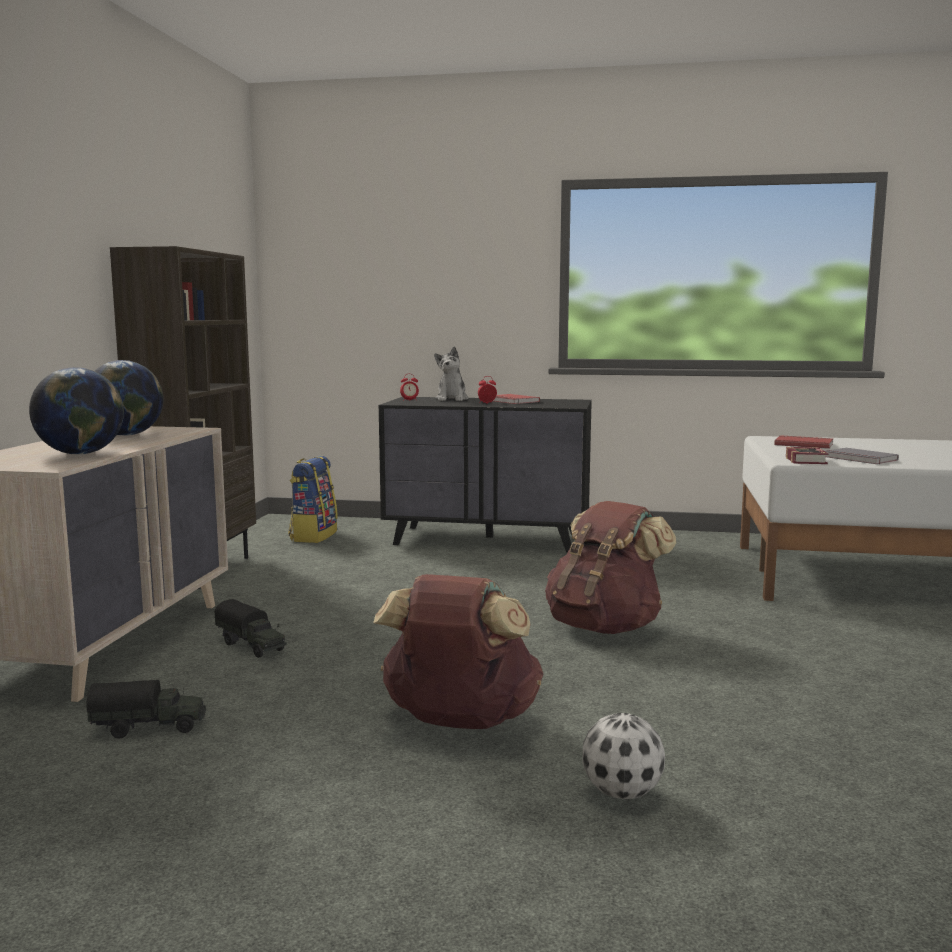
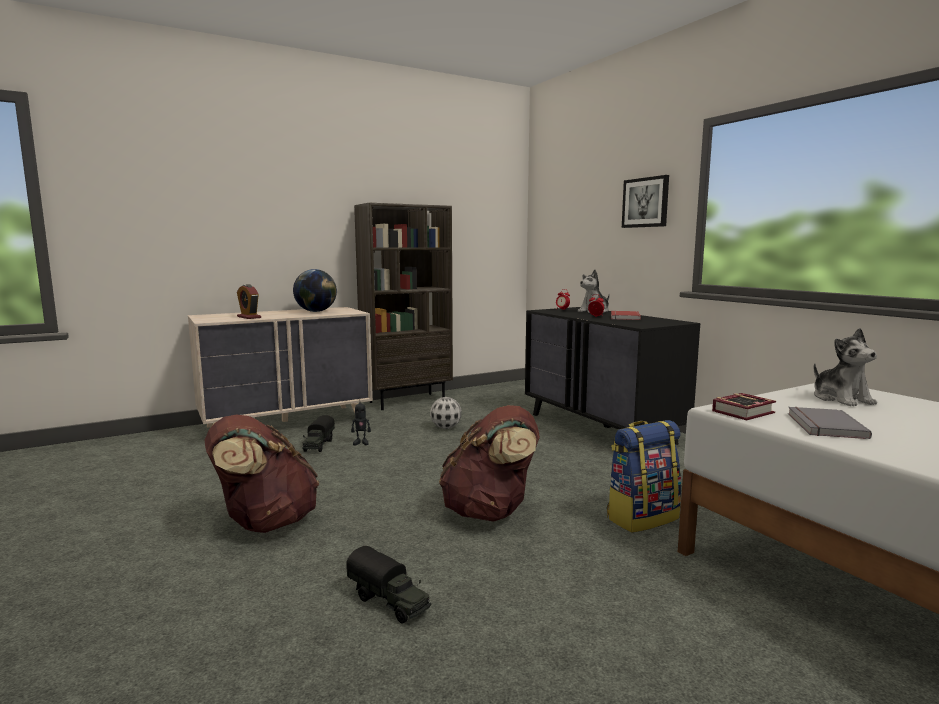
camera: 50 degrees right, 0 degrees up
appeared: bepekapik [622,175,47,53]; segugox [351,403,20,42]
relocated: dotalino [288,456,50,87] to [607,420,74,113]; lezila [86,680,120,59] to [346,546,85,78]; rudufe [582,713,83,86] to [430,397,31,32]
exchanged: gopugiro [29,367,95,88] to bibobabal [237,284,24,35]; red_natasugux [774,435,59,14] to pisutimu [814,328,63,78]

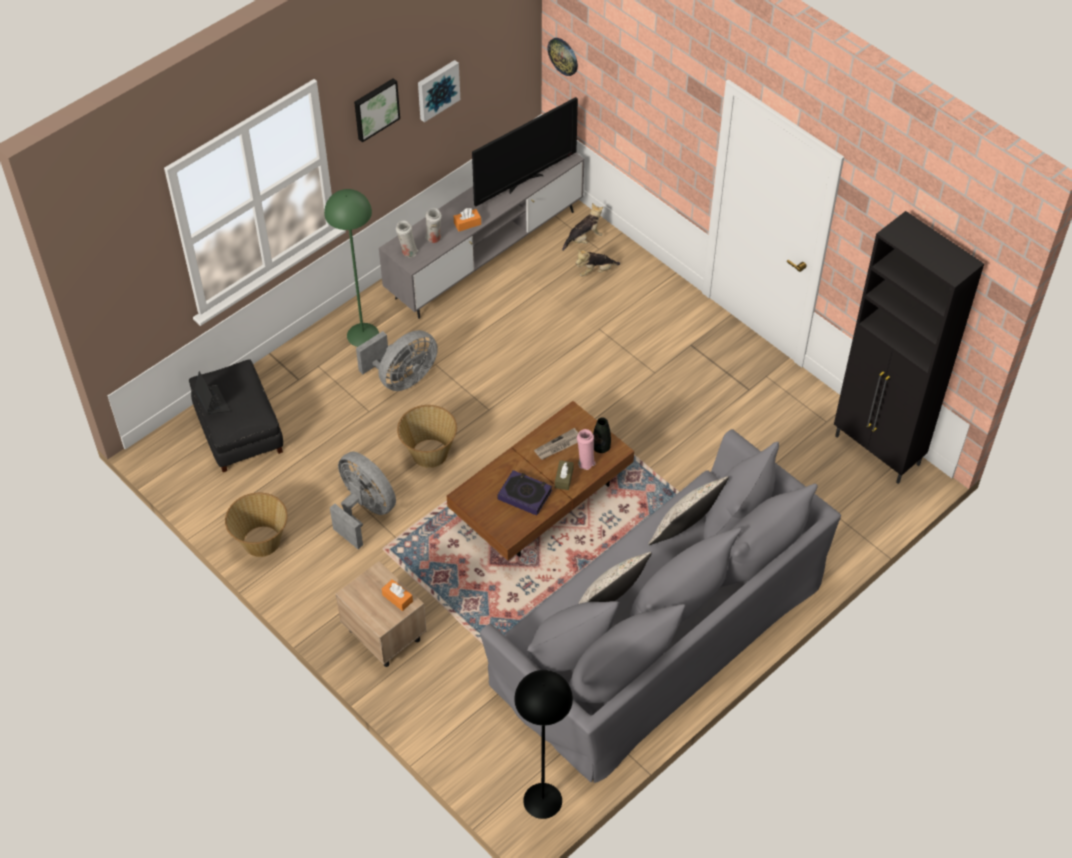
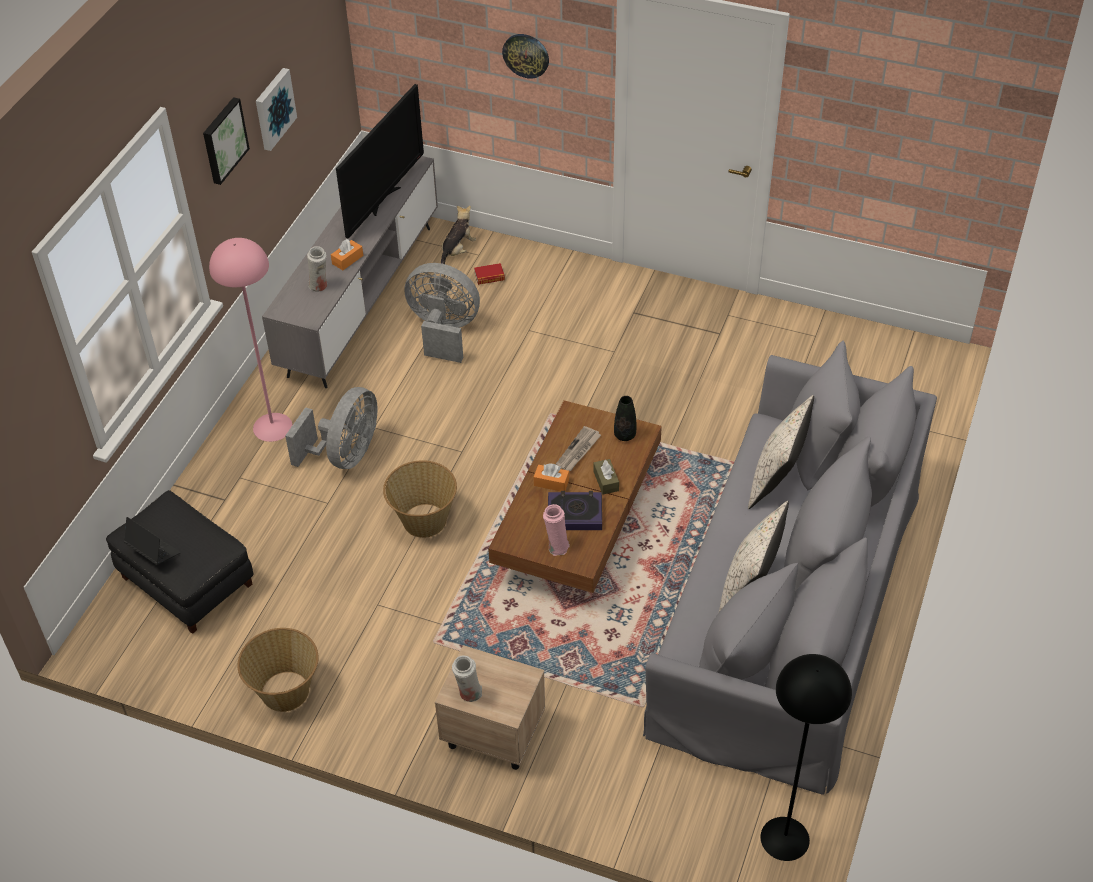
camera: 25 degrees left, 5 degrees down
missing: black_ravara [834,211,150,273]
relocated: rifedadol [547,38,31,38] to [502,34,47,44]; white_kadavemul [396,221,22,36] to [452,655,30,47]; pink_kadavemul [577,429,19,41] to [543,504,27,52]; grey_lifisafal [330,451,66,98] to [405,263,75,100]; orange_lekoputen [382,579,31,32] to [534,463,35,28]
exchanged: pisutimu [576,249,44,28] to natasugux [474,263,31,22]
colour: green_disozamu [324,189,55,158] to pink_disozamu [209,238,83,204]

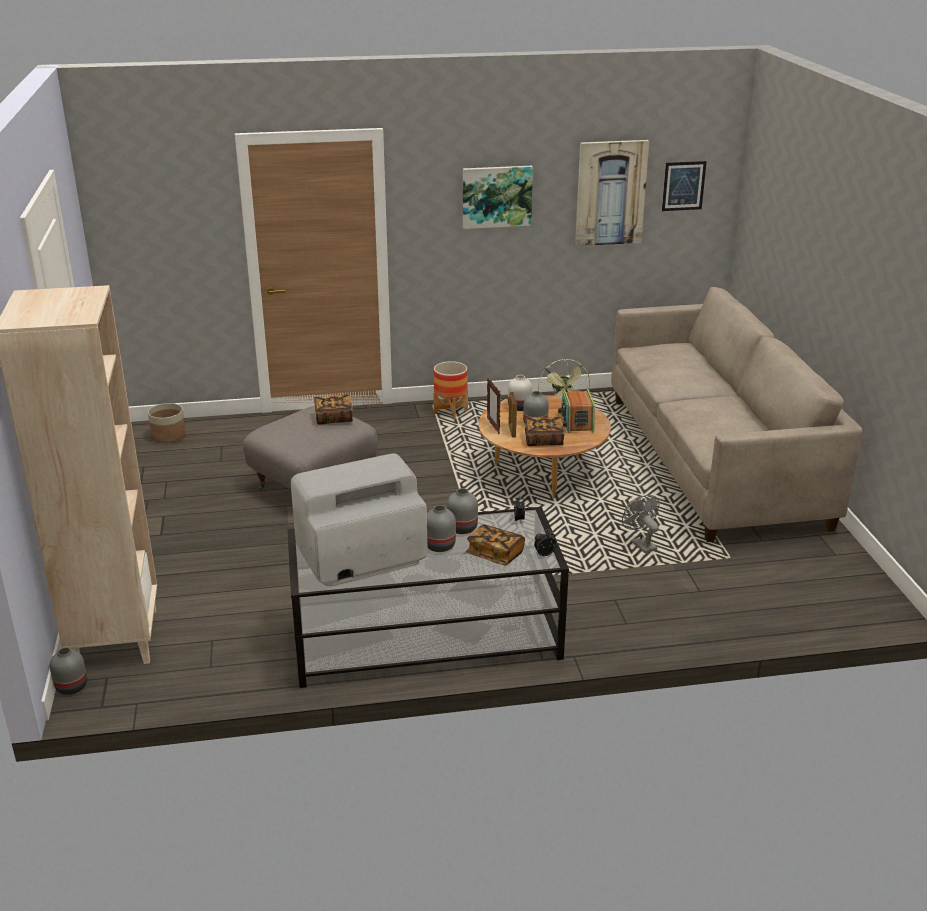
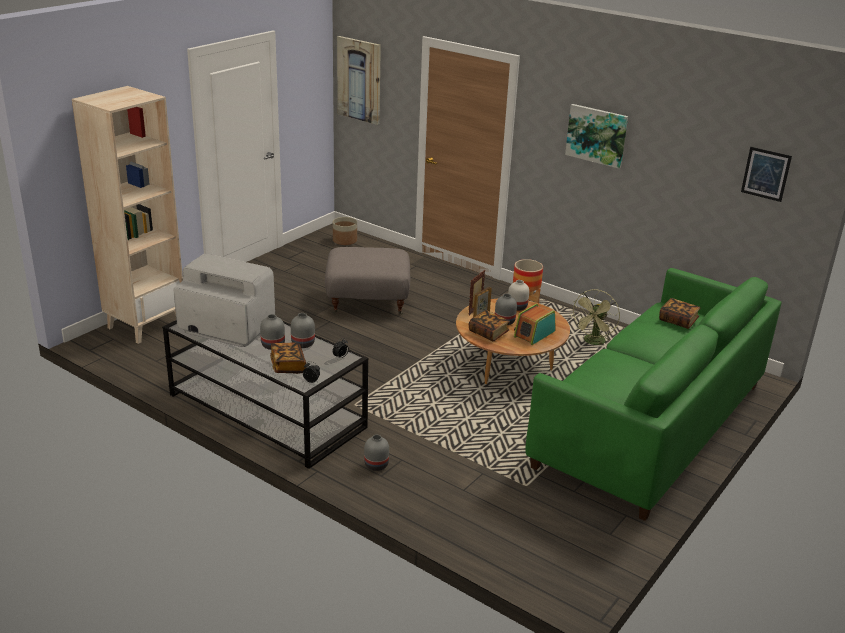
camera: 45 degrees right, 0 degrees up
missing: grey_lifisafal [622,495,37,58]
relocated: bepekapik [575,140,74,106] to [337,36,44,89]; natasugux [314,395,39,30] to [659,298,41,31]; grey_kadavemul [50,647,37,48] to [364,435,25,36]
colour: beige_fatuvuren [611,287,251,255] to green_fatuvuren [525,268,256,253]

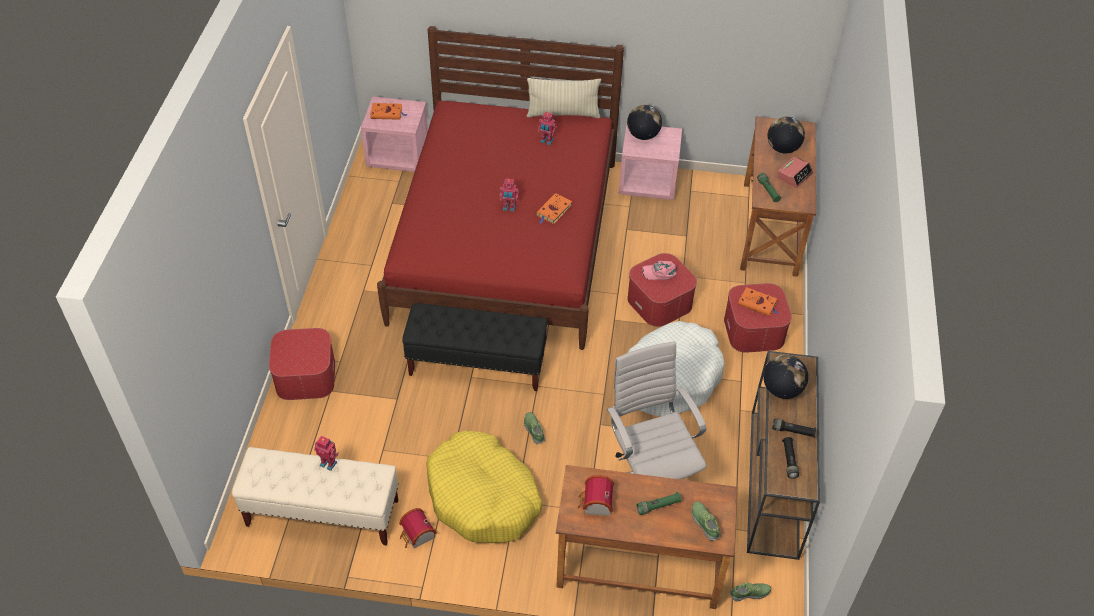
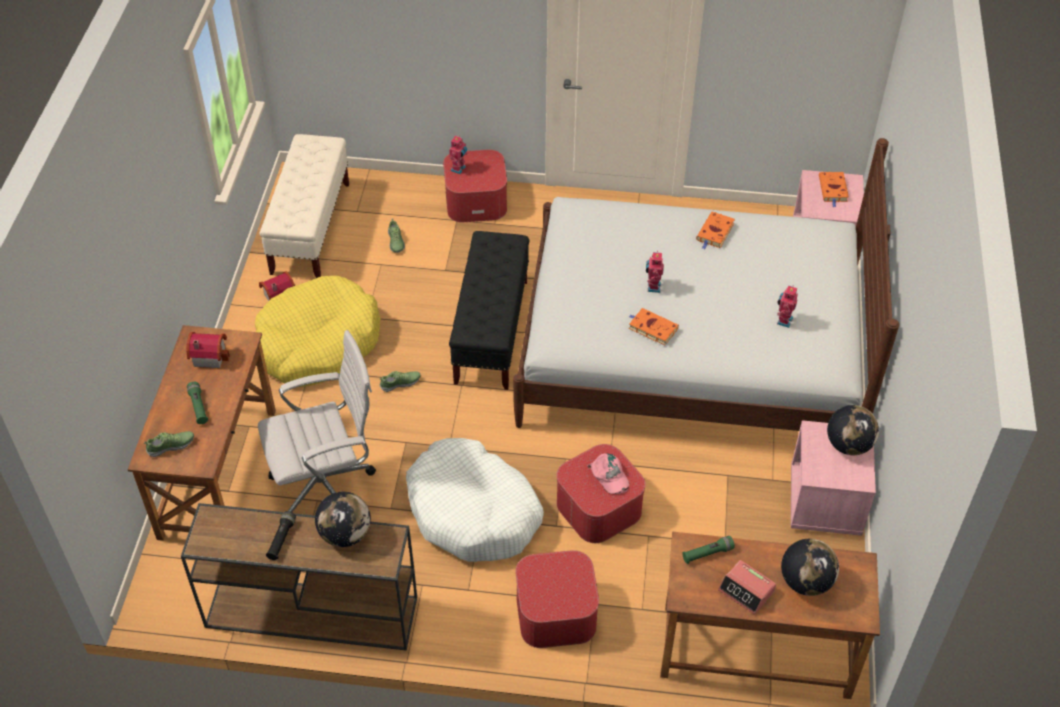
camera: 90 degrees right, 0 degrees up
missing: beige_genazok [527,78,74,40]; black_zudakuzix [782,437,17,42]
relocated: orange_natasugux [738,287,41,29] to [696,212,39,37]; segugox [314,436,25,35] to [449,136,19,38]; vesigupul [730,583,41,18] to [388,218,17,35]
colour: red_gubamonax [377,26,247,324] to white_gubamonax [513,138,386,293]
spun: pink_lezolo [642,261,35,19] = [587,453,42,41] 150 degrees clockwise

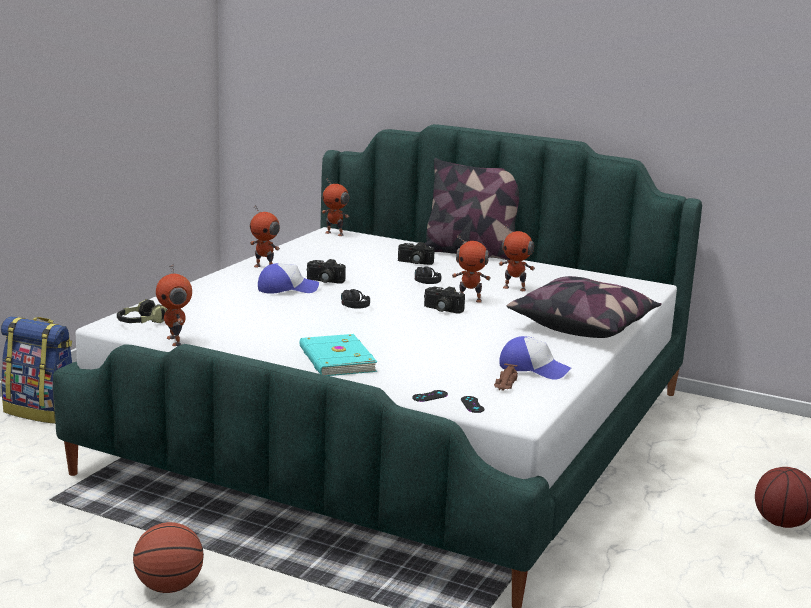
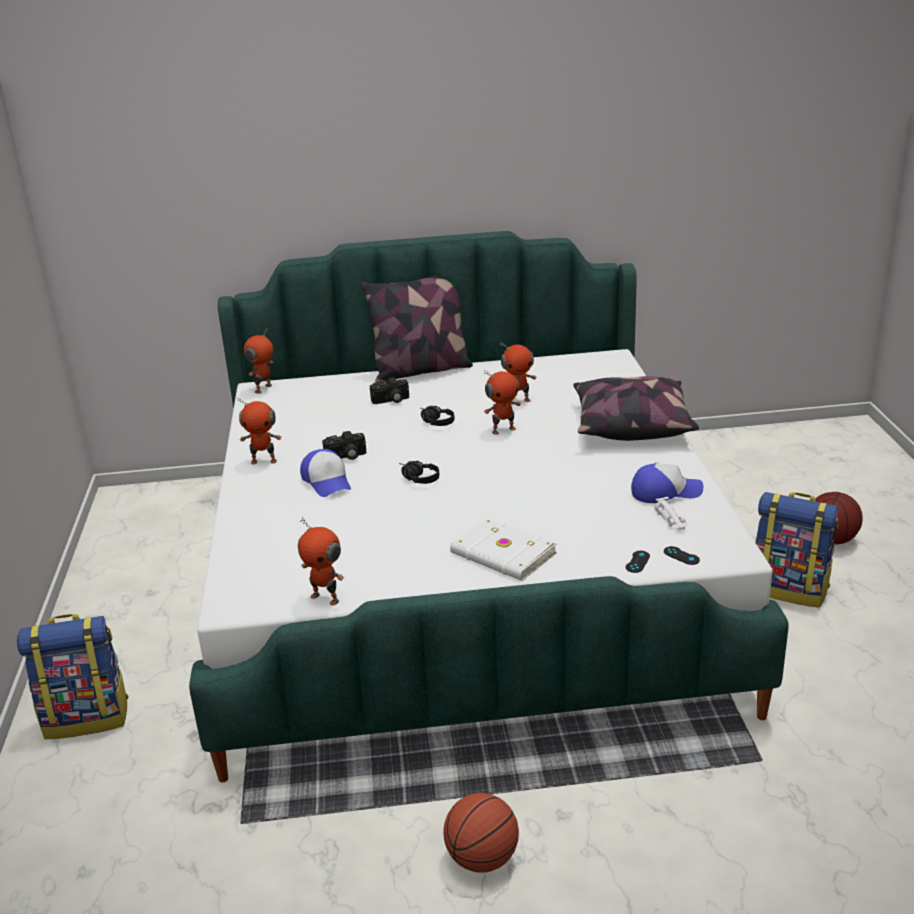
camera: 30 degrees left, 10 degrees up
missing: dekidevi [424,287,41,27]; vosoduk [117,299,50,24]
appeared: dotalino [755,492,83,116]
colour: turquoise_natasugux [299,334,78,42] to white_natasugux [450,518,107,63]; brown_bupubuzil [494,363,24,28] to white_bupubuzil [654,497,34,33]
spun: segugox [322,179,27,57] = [244,328,30,66] 120 degrees clockwise; lezolo [258,263,61,31] = [300,449,51,48] 105 degrees clockwise

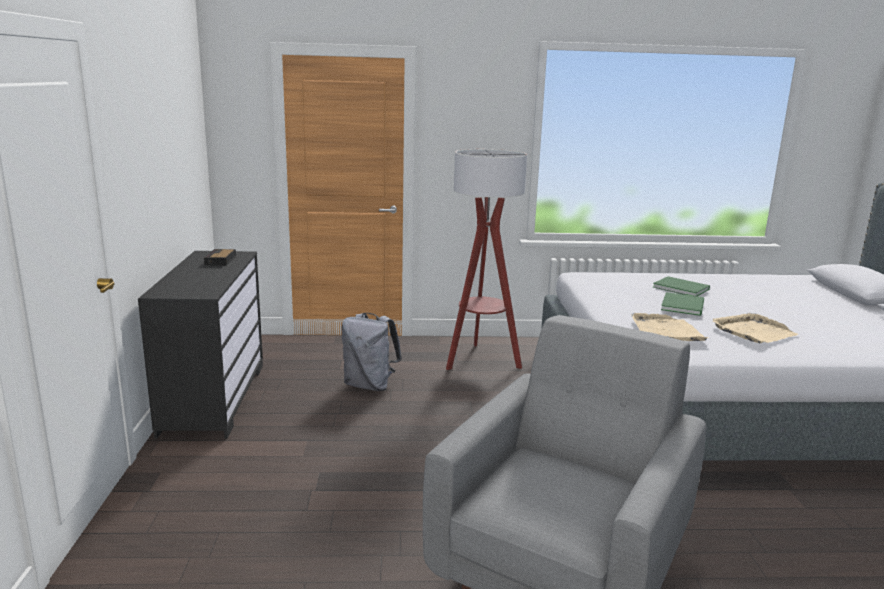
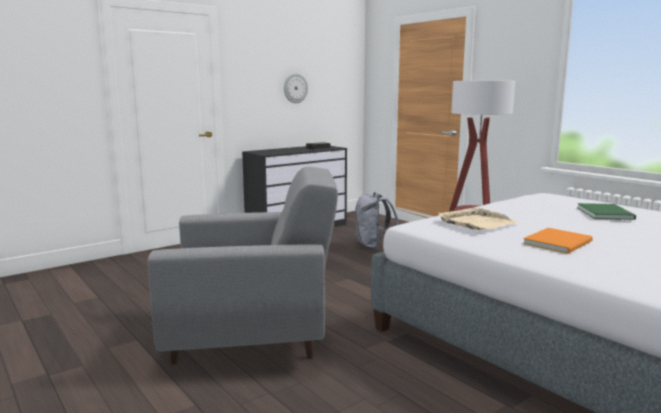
camera: 55 degrees right, 5 degrees down
missing: green_natasugux [661,292,43,24]
appeared: rifedadol [284,73,24,30]
exchanged: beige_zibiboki [713,313,85,30] to orange_natasugux [523,228,70,26]

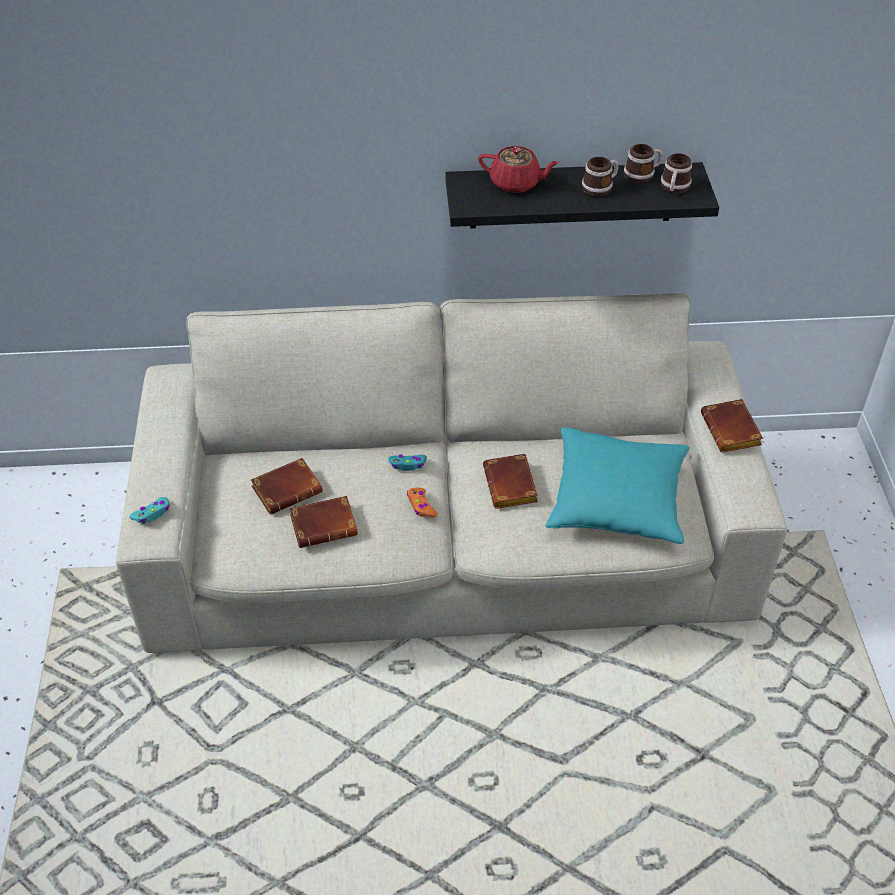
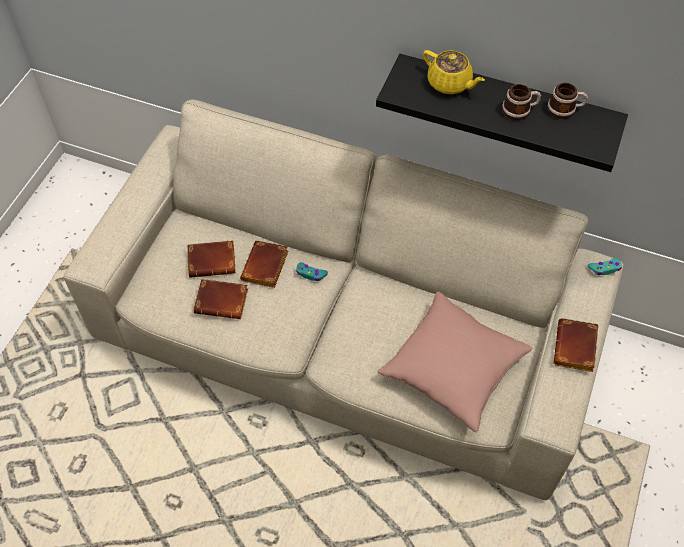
camera: 25 degrees right, 10 degrees up
missing: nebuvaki [660,153,32,40]; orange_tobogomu [407,488,31,30]
relocated: brown_natasugux [483,453,55,56] to [240,241,48,47]; turquoise_tobogomu [129,497,41,27] to [588,258,34,17]
colour: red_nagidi [478,146,81,47] to yellow_nagidi [423,50,62,44]; turquoise_genazok [545,427,145,117] to pink_genazok [377,292,155,140]

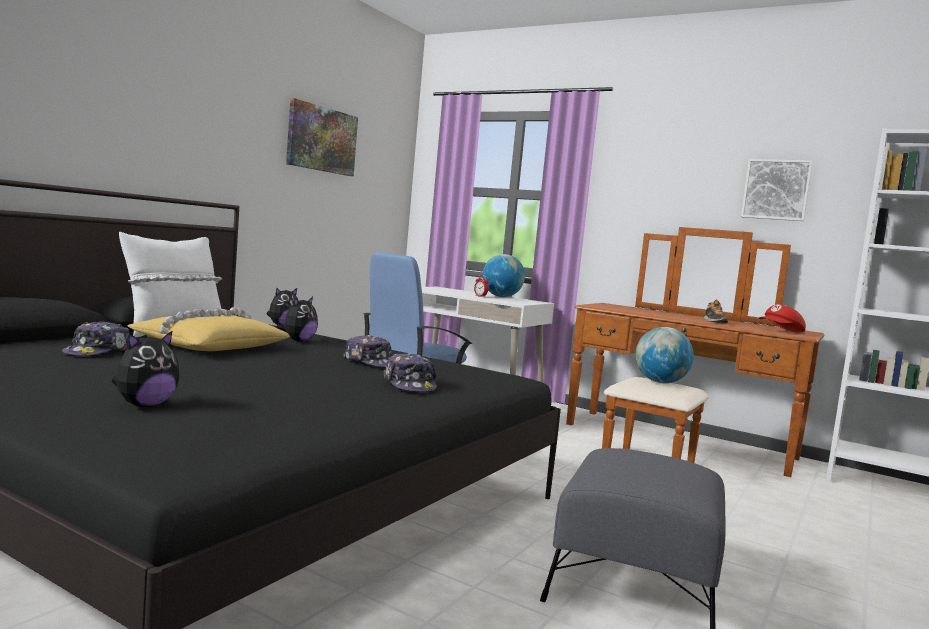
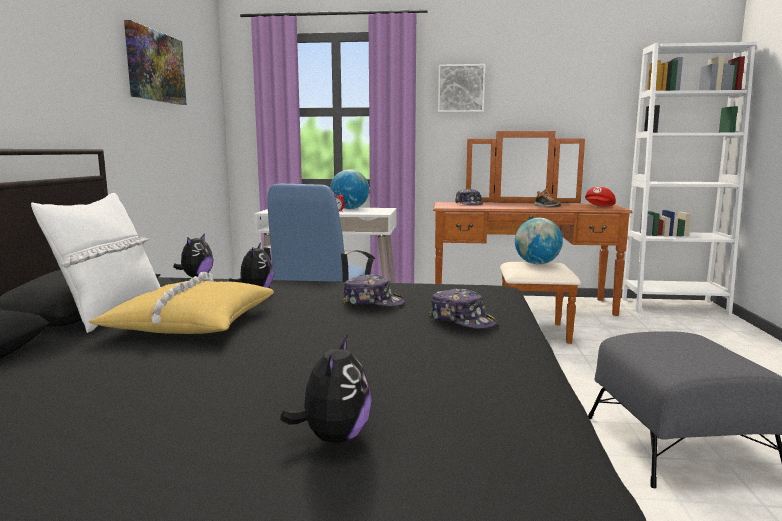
camera: 25 degrees left, 5 degrees up
relocated: bepekapik [741,159,72,62] to [438,64,47,48]; lezolo [62,321,68,35] to [455,189,28,16]

